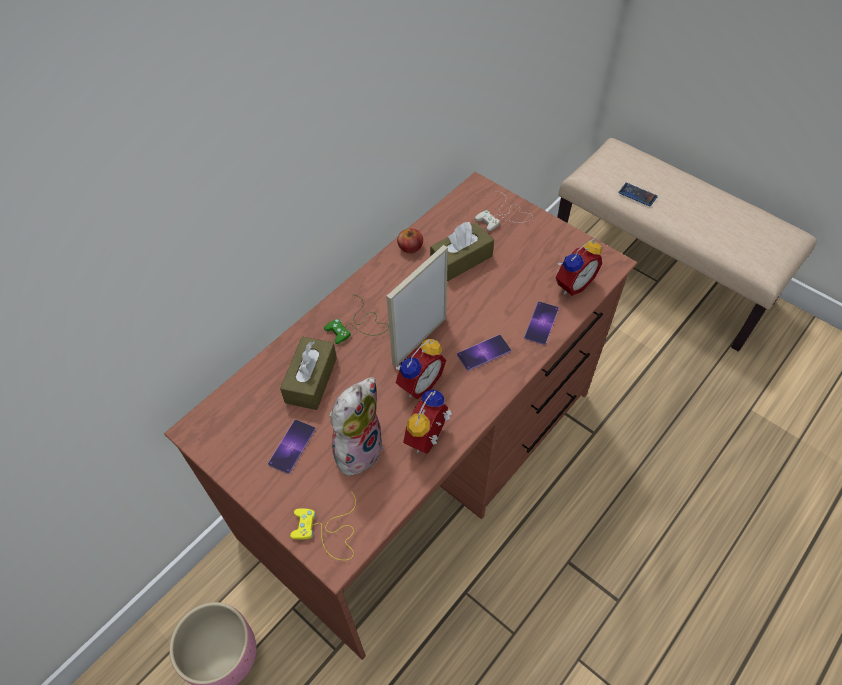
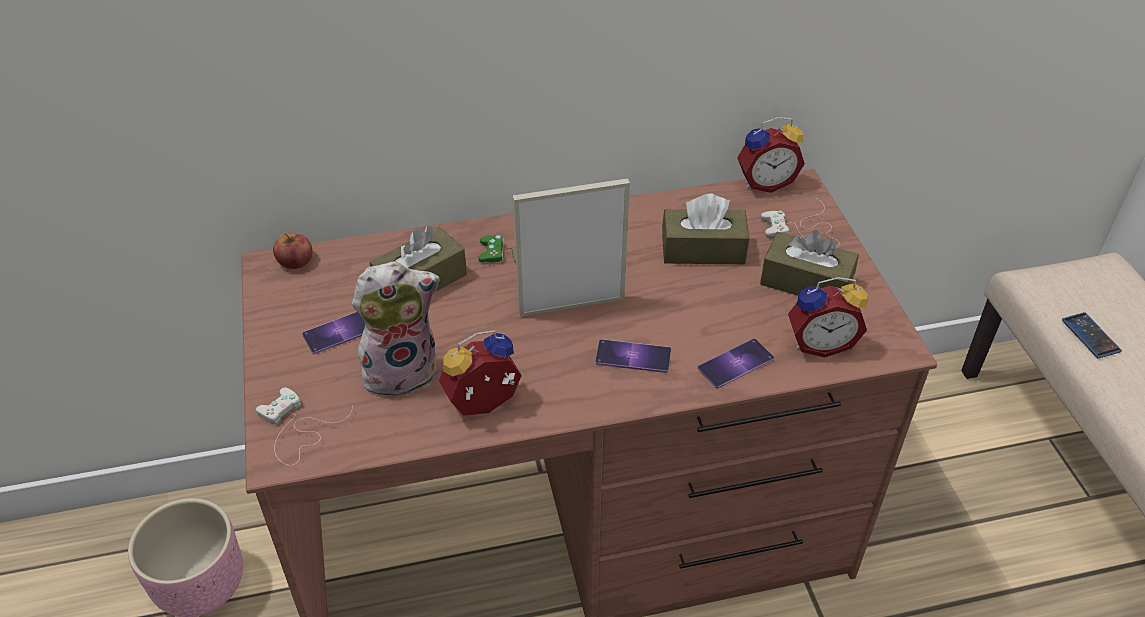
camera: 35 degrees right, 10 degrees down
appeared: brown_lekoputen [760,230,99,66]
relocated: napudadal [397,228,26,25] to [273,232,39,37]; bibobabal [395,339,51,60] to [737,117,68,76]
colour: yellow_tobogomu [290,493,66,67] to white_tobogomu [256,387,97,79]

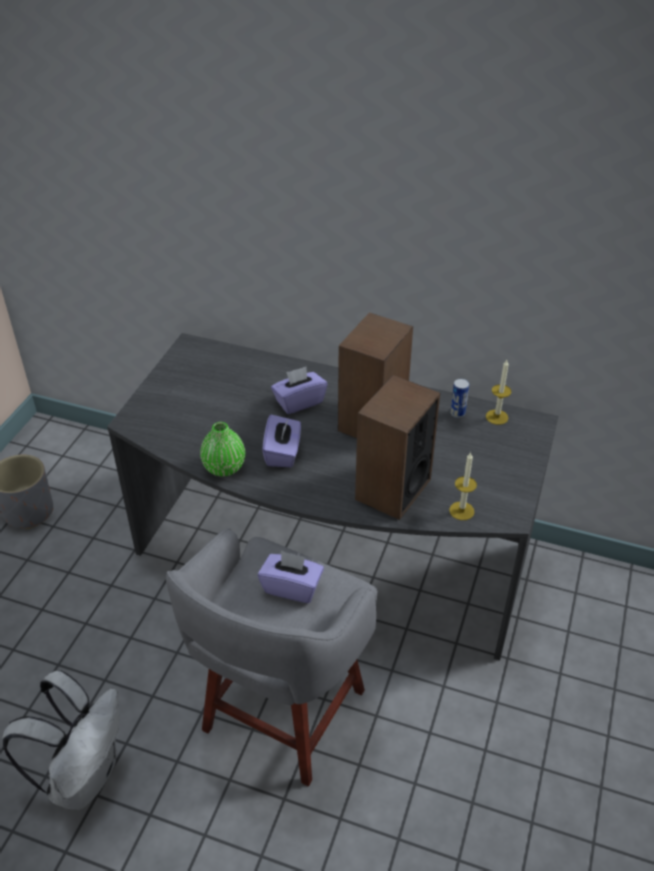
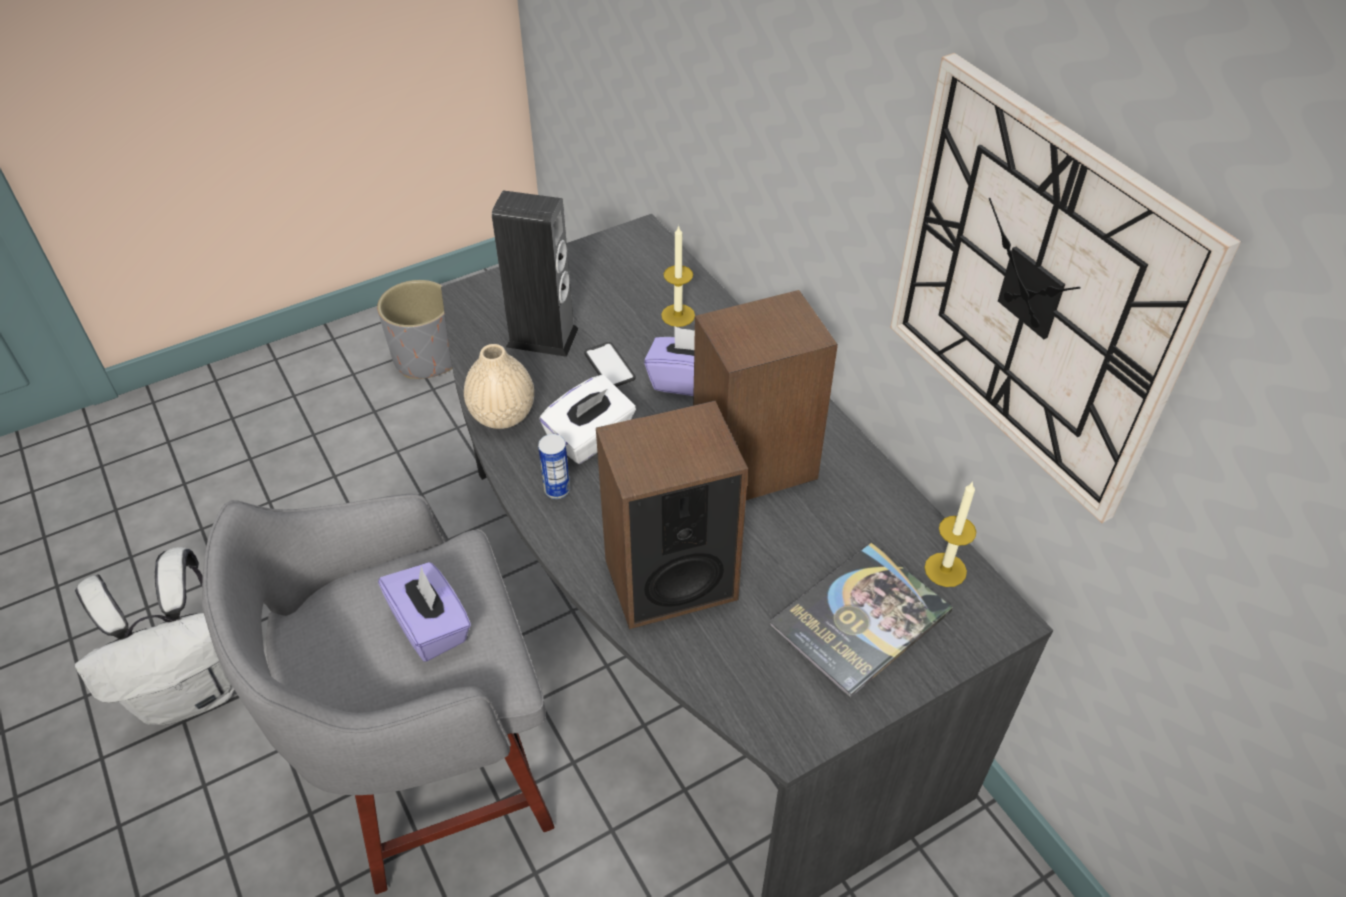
camera: 40 degrees right, 5 degrees up
appeared: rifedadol [890,53,351,470]; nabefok [492,190,87,167]; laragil [584,342,52,45]; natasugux [769,542,184,156]
relocated: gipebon [450,379,19,39] to [538,434,32,65]; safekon [449,452,28,68] to [661,225,34,102]
colour: purple_lekoputen [263,415,38,52] to white_lekoputen [539,375,97,89]; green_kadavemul [200,422,45,55] to beige_kadavemul [464,344,70,85]

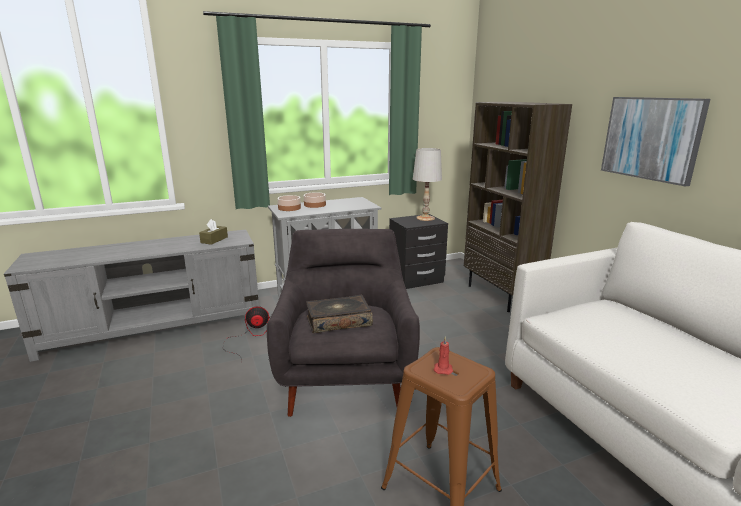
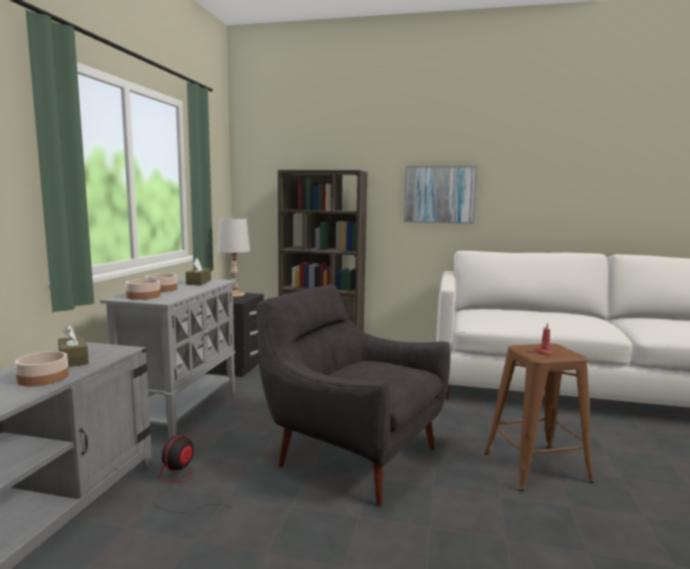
camera: 55 degrees left, 10 degrees down
missing: natasugux [306,295,67,38]
appeared: brown_lekoputen [186,258,25,27]; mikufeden [15,351,54,35]

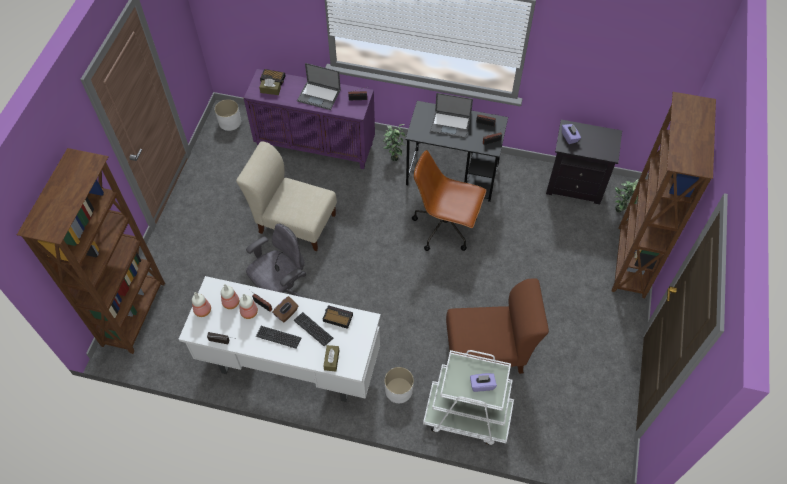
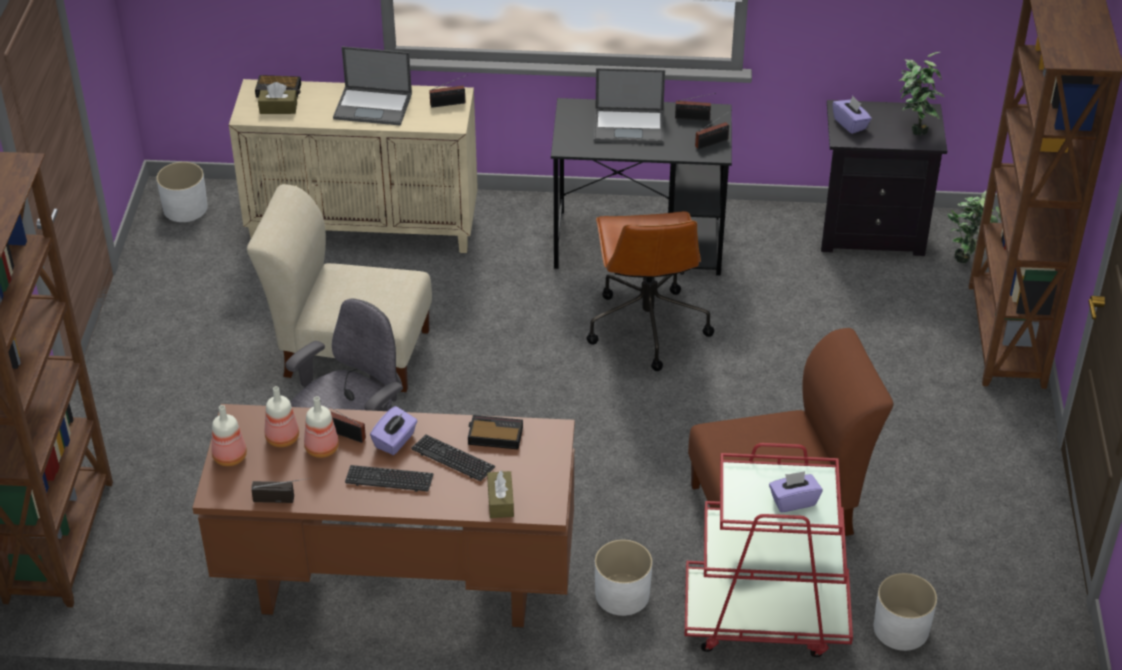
camera: 10 degrees left, 15 degrees down
appeared: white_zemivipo [874,573,63,78]
relocated: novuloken [383,124,23,37] to [899,52,45,83]
colour: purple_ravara [244,69,131,100] to beige_ravara [229,79,249,174]; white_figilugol [179,276,202,126] to brown_figilugol [193,404,382,224]; brown_lekoputen [272,296,26,26] to purple_lekoputen [370,406,47,49]; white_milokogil [423,350,91,95] to red_milokogil [685,443,168,214]
spun: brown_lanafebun [412,150,74,101] = [586,211,128,160] 105 degrees counterclockwise

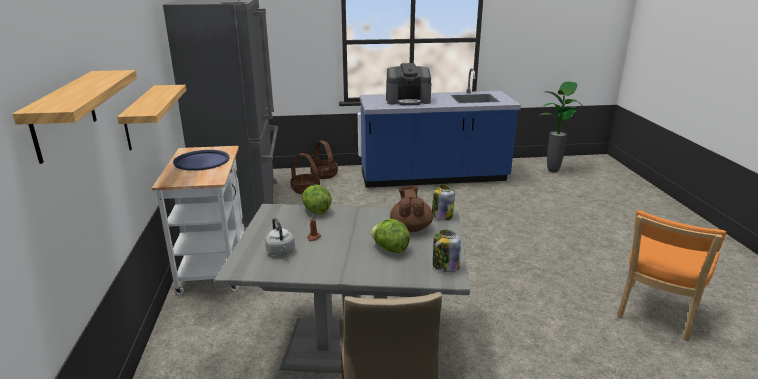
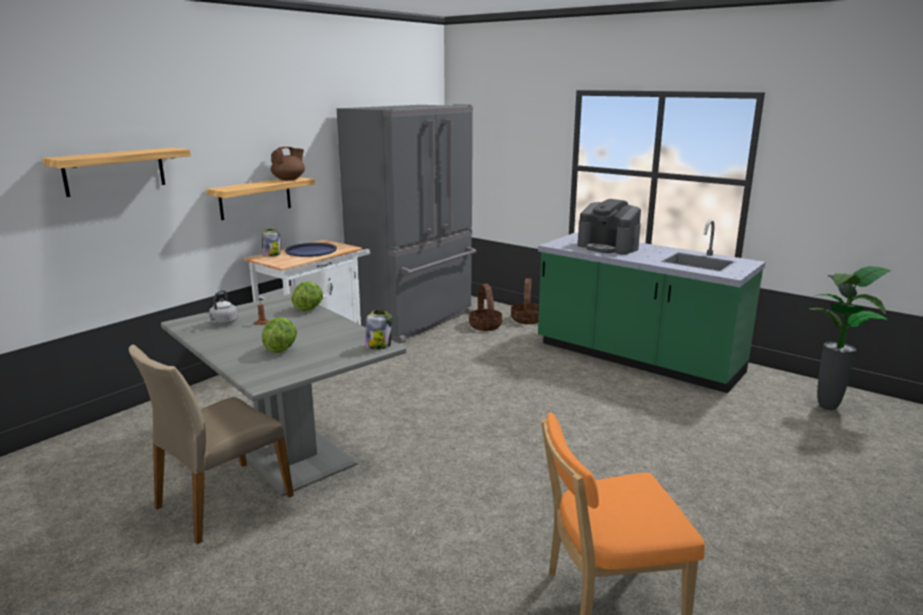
camera: 45 degrees right, 5 degrees down
relocated: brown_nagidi [390,185,43,47] to [271,147,34,33]; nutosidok [433,230,28,42] to [262,229,18,27]
colour: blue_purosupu [360,68,161,120] to green_purosupu [538,220,228,173]

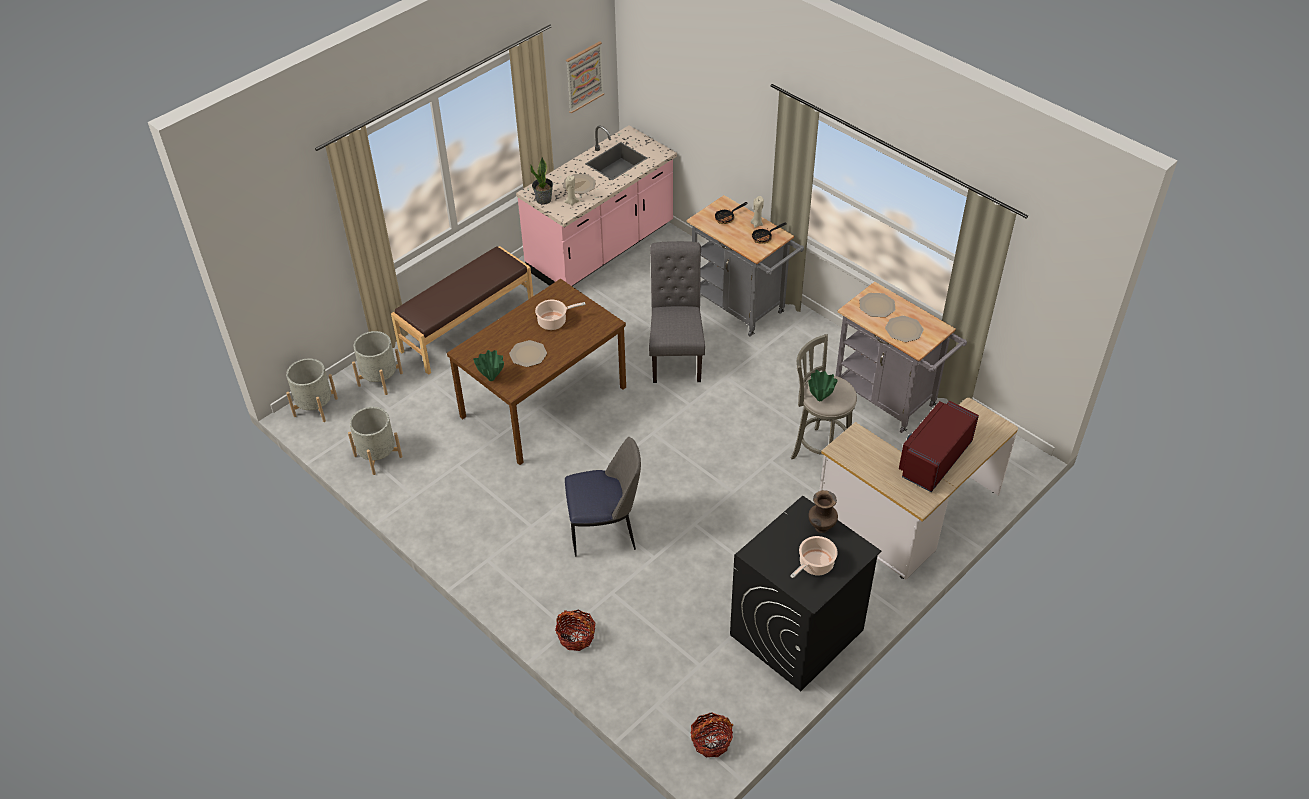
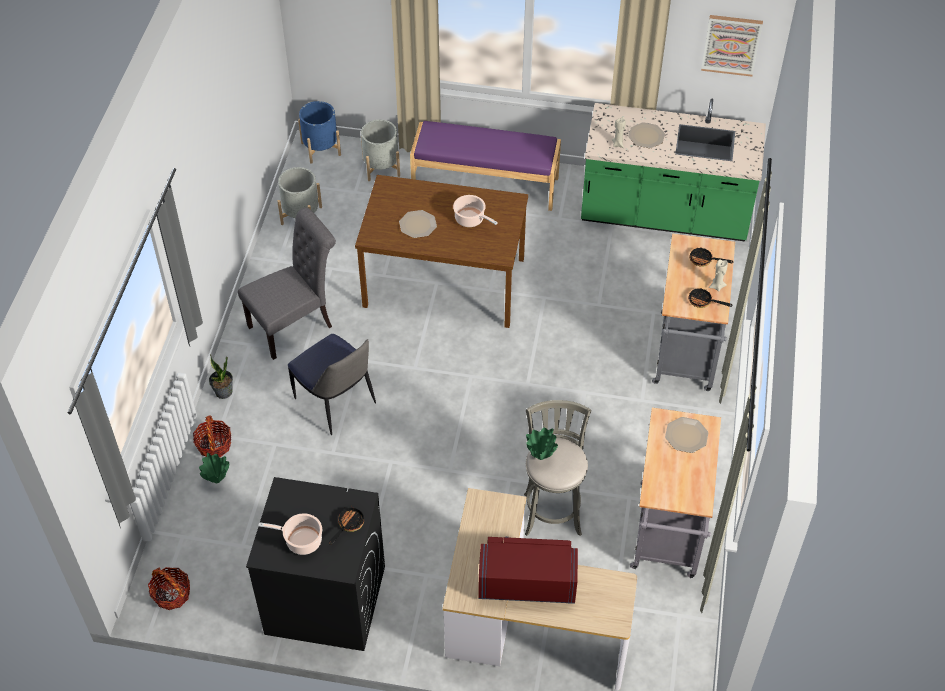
camera: 55 degrees right, 5 degrees up
missing: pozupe [885,316,39,26]
relocated: novuloken [530,157,23,48] to [209,355,24,44]; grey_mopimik [649,241,56,142] to [238,208,98,152]; green_kadavemul [473,350,31,31] to [199,453,30,30]
exchanged: brown_kadavemul [808,490,30,43] to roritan [329,506,35,39]
colour: pink_purosupu [516,125,161,161] to green_purosupu [581,99,185,143]; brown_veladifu [391,246,142,129] to purple_veladifu [410,121,151,90]; grey_zemivipo [286,358,52,64] to blue_zemivipo [298,101,43,63]

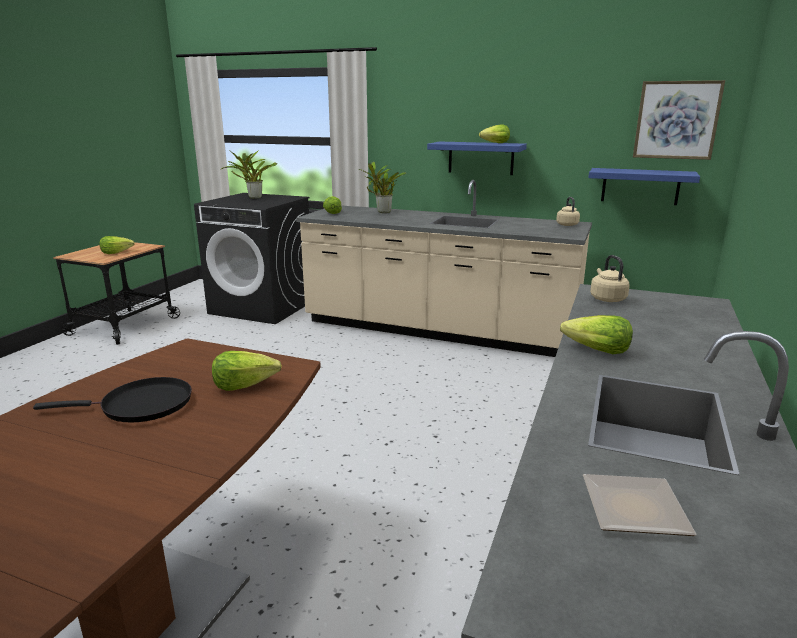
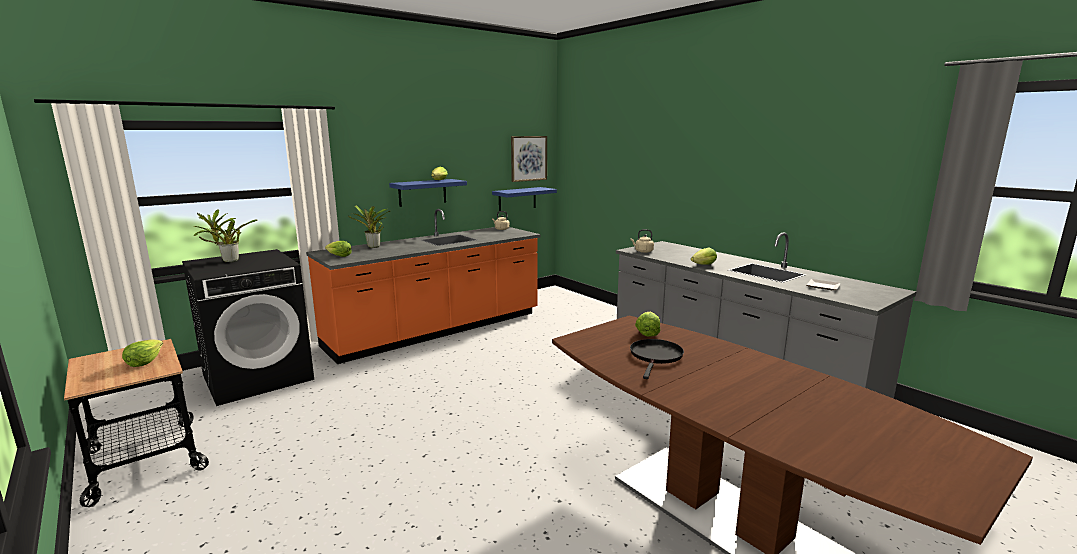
camera: 60 degrees left, 5 degrees down
colour: beige_purosupu [296,180,296,177] to orange_purosupu [306,209,235,155]

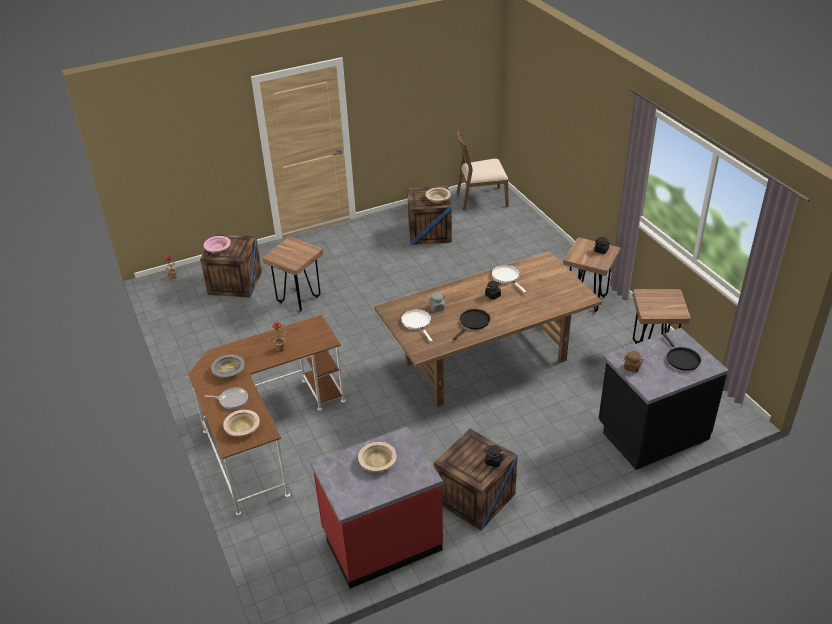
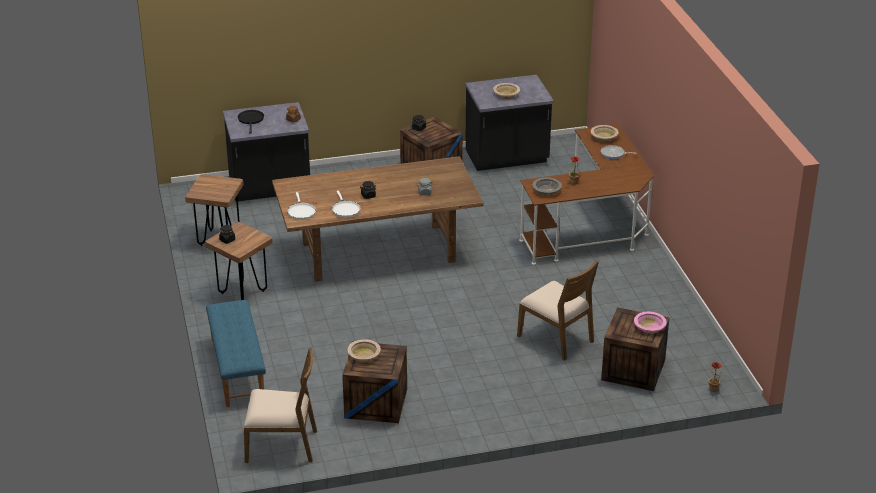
camera: 170 degrees left, 5 degrees down
missing: black_roritan [453,309,37,31]
appeared: blue_veladifu [206,300,60,107]
relocated: white_roritan [401,309,32,33] to [287,192,29,28]; grey_mikufeden [211,355,34,24] to [532,177,30,19]
exchanged: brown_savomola [262,237,61,75] to brown_mopimik [517,260,82,101]
colour: red_purosupu [310,427,133,162] to black_purosupu [465,75,89,96]

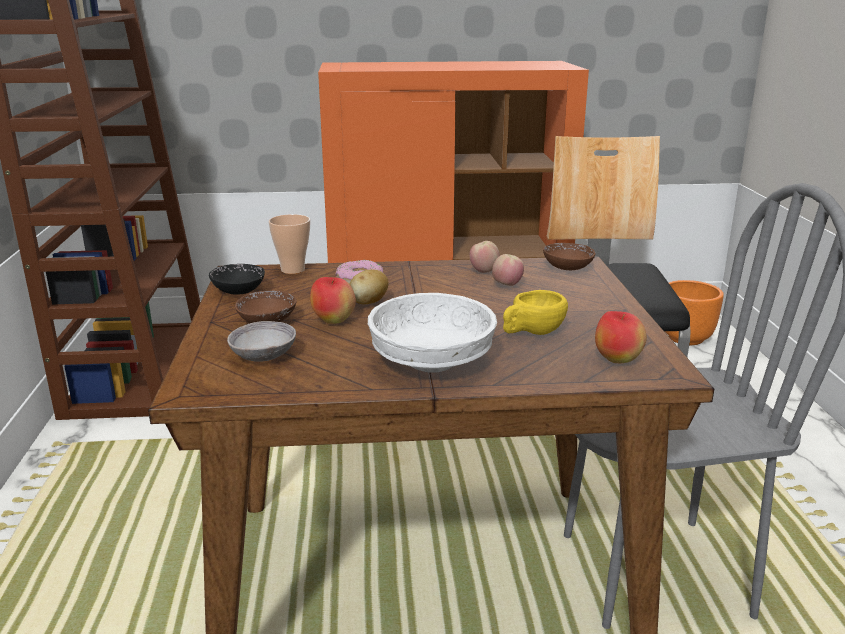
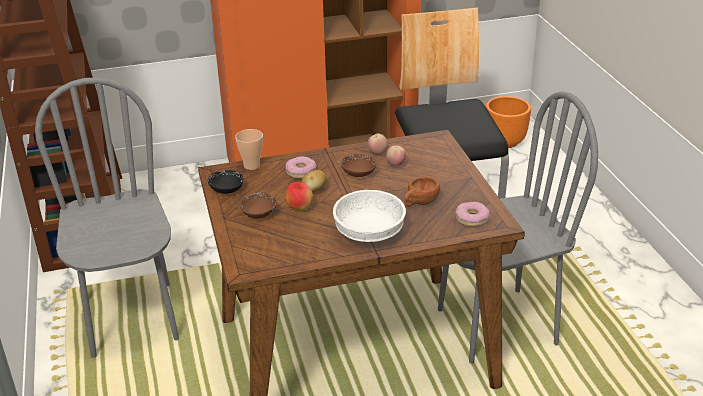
camera: 10 degrees left, 10 degrees up
missing: grey_mikufeden [227,321,69,41]
appeared: grey_mopimik [35,77,144,281]
relocated: brown_mikufeden [543,243,52,27] to [341,154,35,23]
exchanged: napudadal [595,311,52,52] to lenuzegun [455,202,35,25]
colour: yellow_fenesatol [503,290,65,45] to brown_fenesatol [404,177,36,30]

